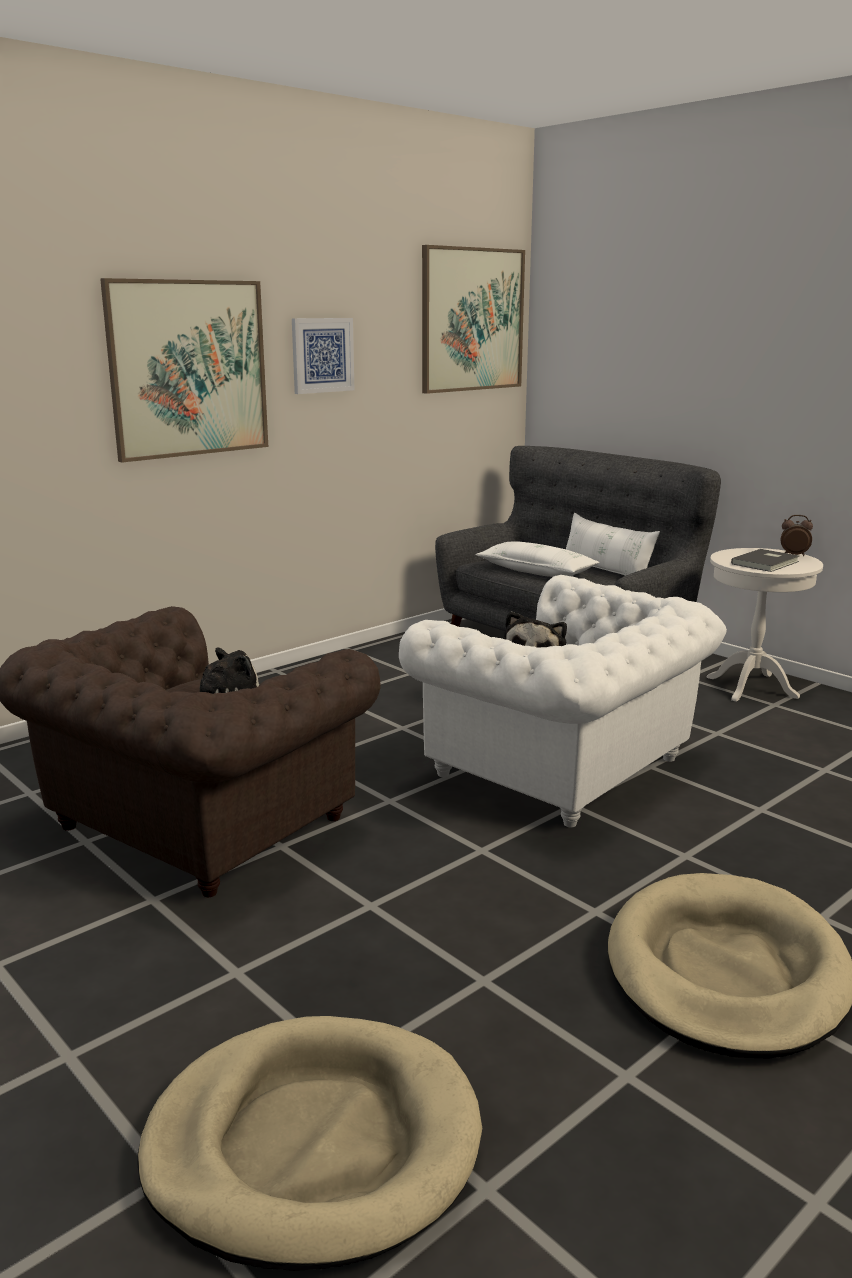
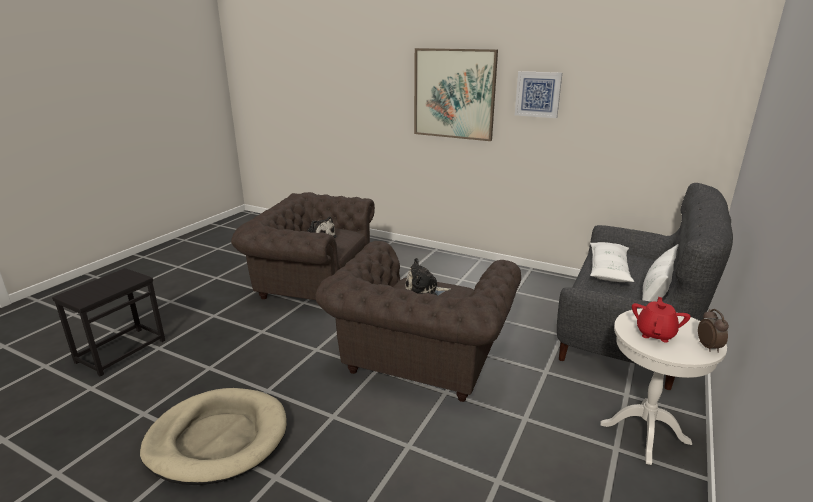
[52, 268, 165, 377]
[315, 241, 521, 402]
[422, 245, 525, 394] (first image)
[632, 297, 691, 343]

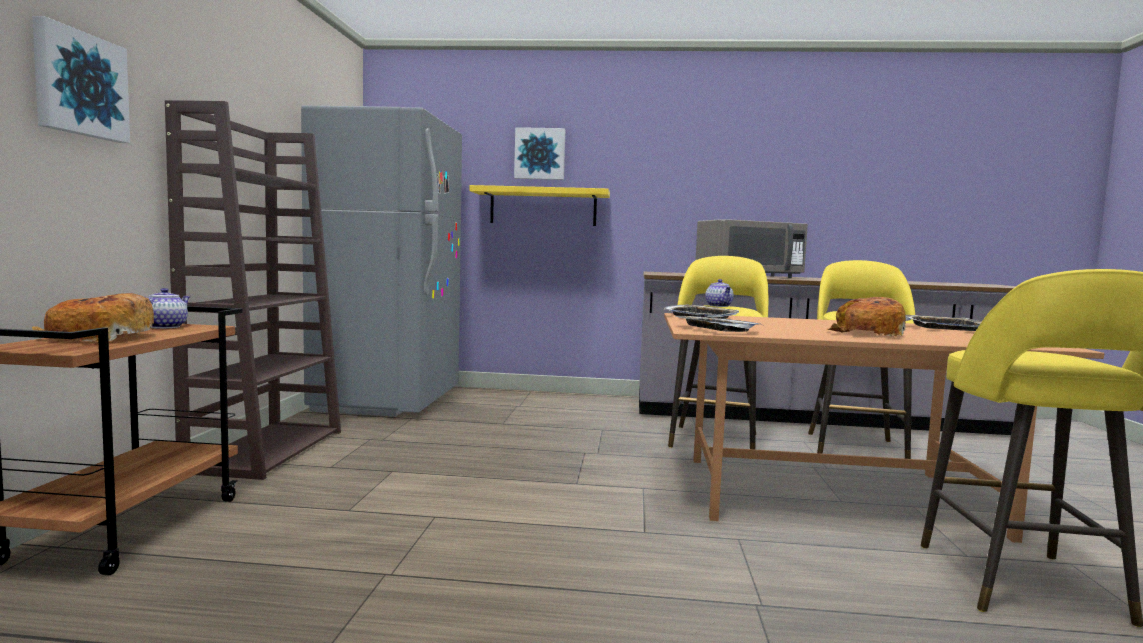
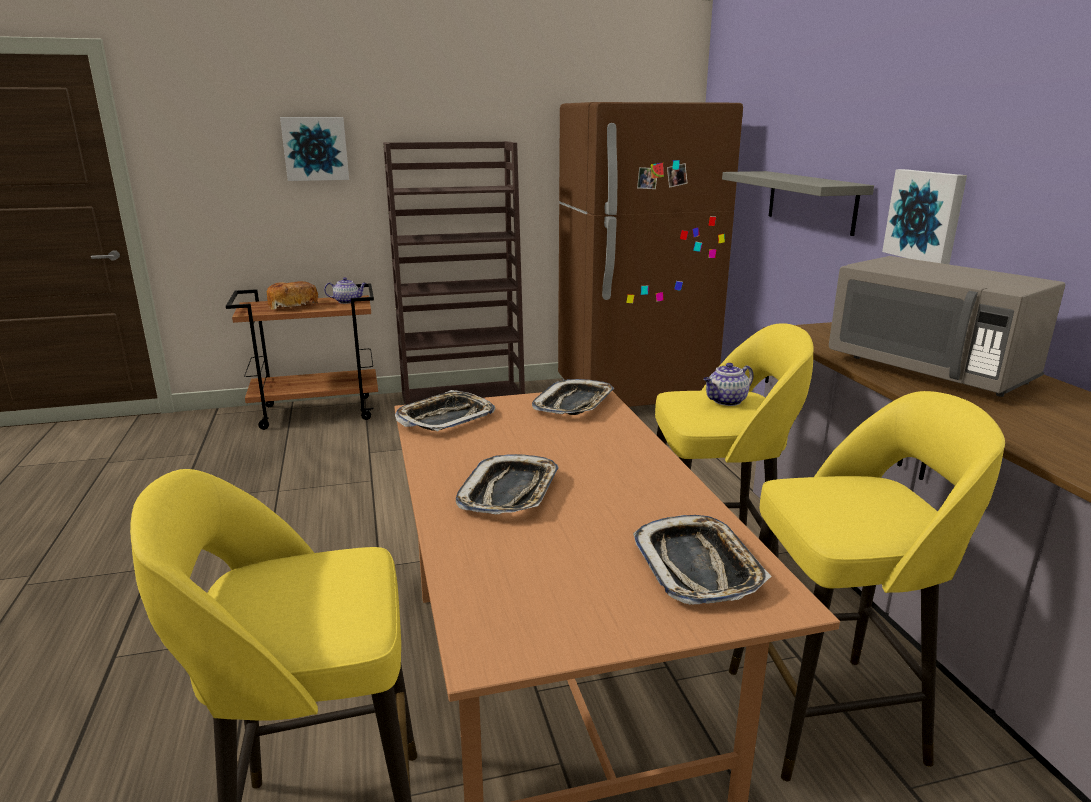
[558, 102, 743, 407]
[722, 171, 874, 236]
[882, 169, 967, 264]
[456, 454, 559, 514]

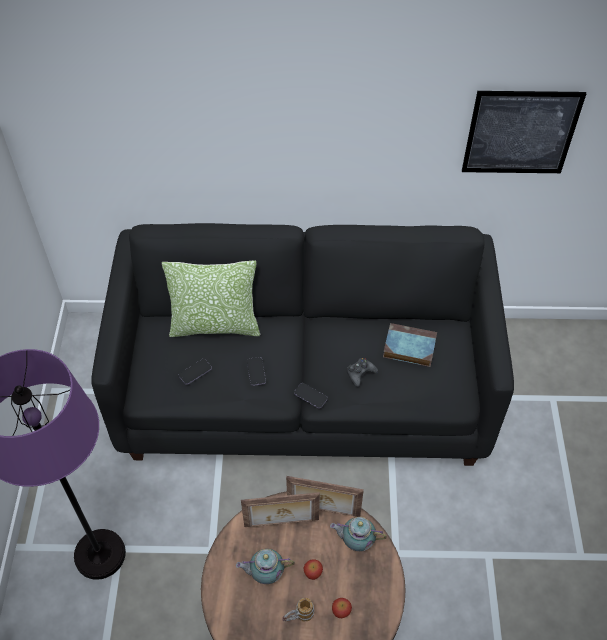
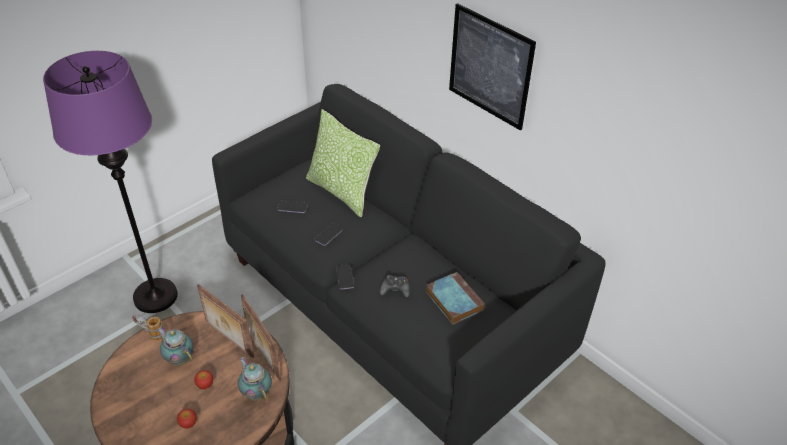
[132, 314, 165, 341]
[449, 3, 536, 131]

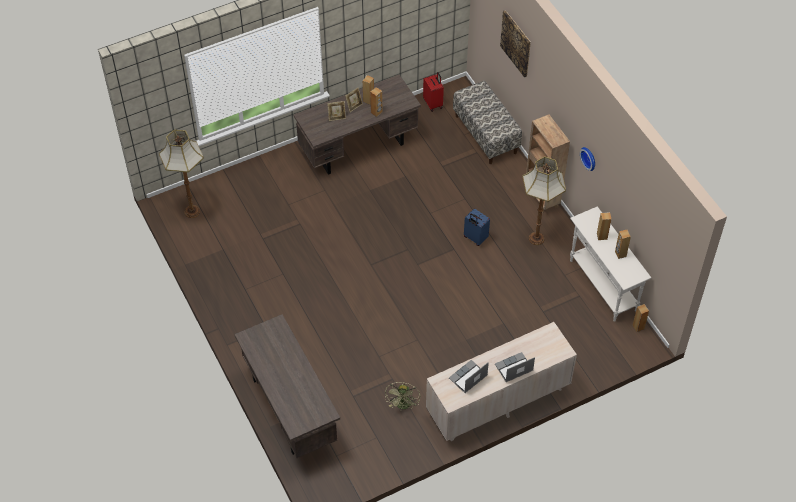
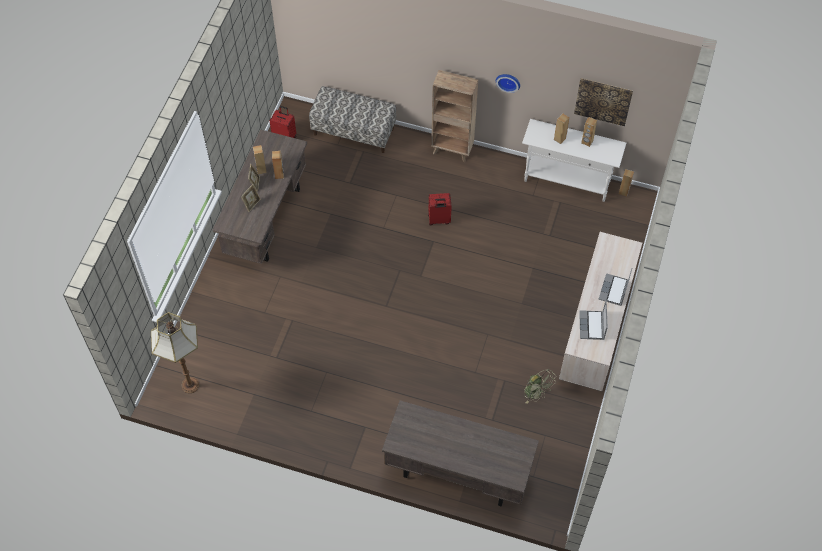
[428, 193, 452, 226]
[574, 78, 633, 126]
[522, 156, 566, 245] (first image)

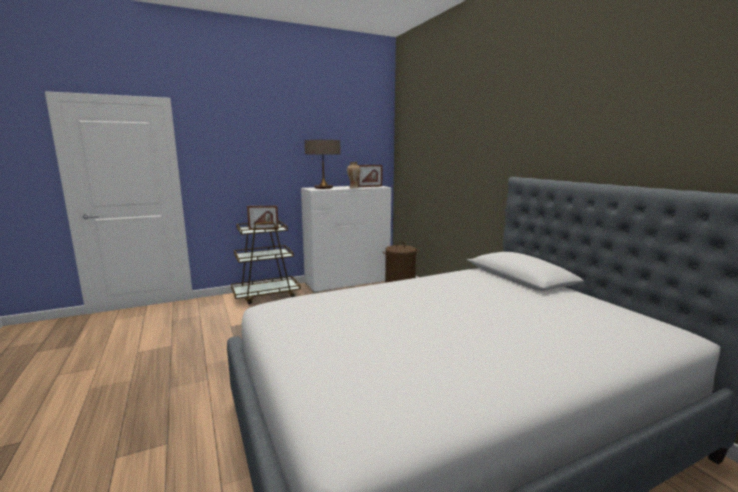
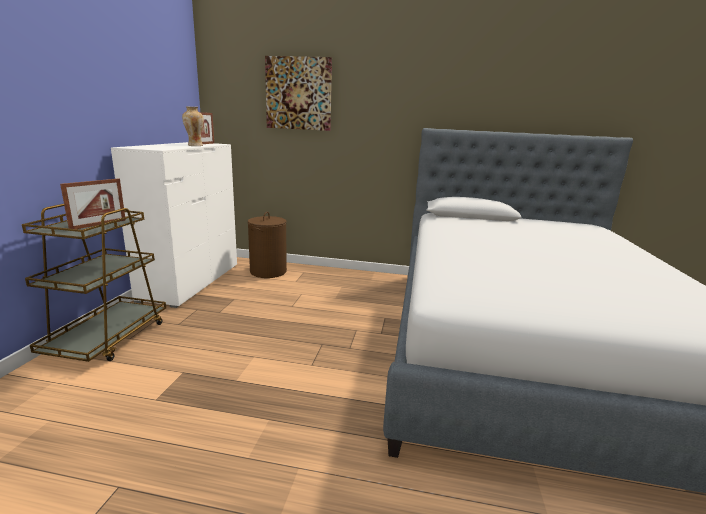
[304, 139, 341, 189] (first image)
[265, 56, 332, 131]

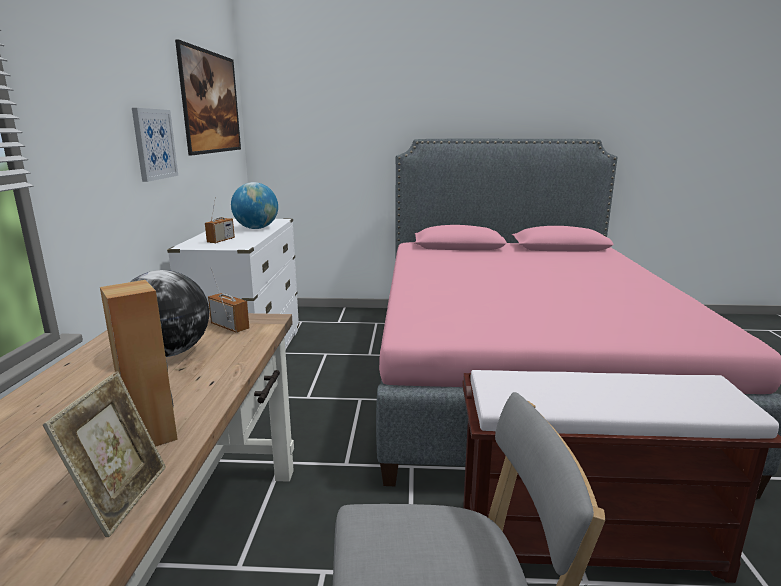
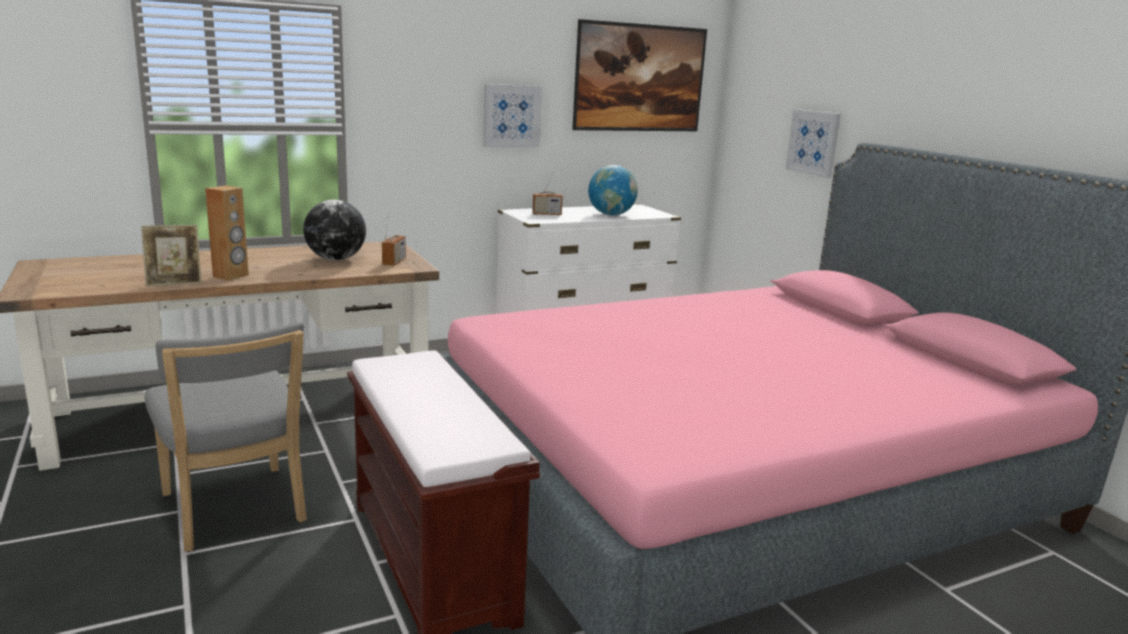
[786, 109, 841, 178]

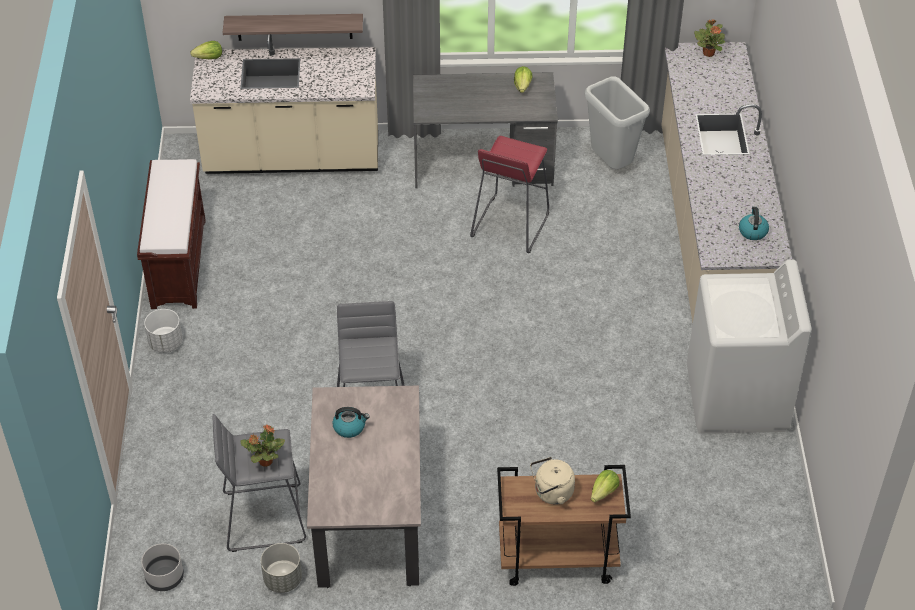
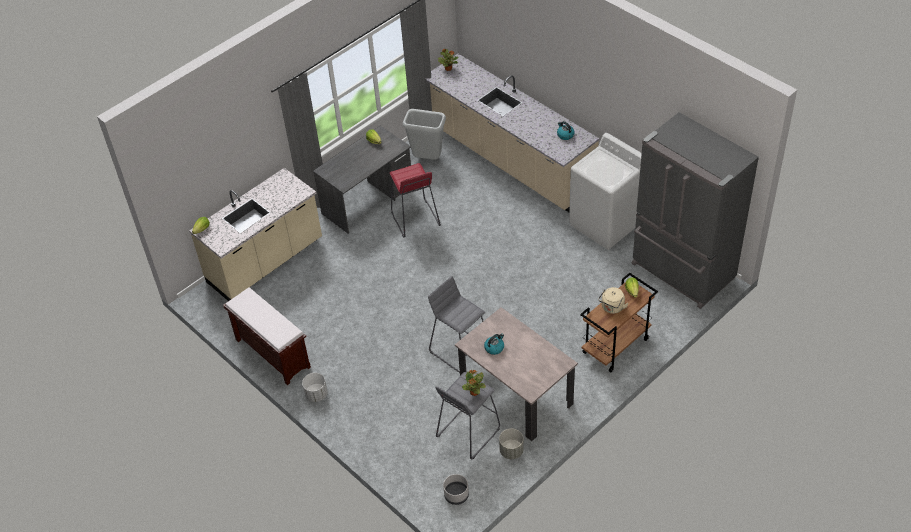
[222, 14, 363, 41] (first image)
[632, 112, 759, 309]

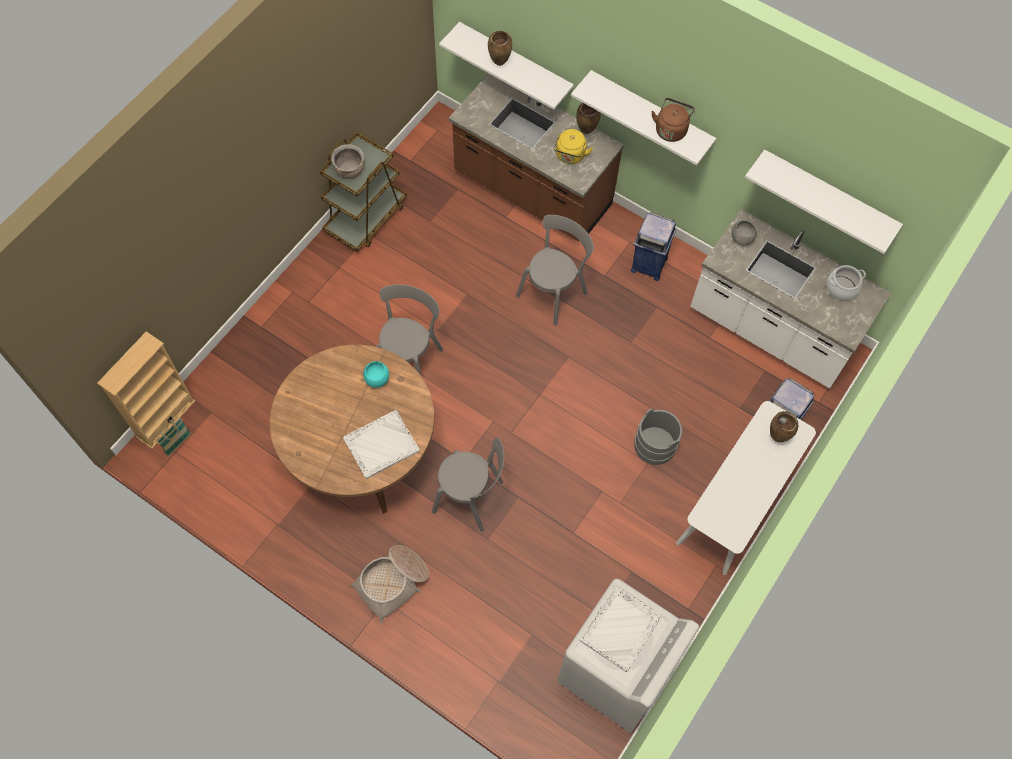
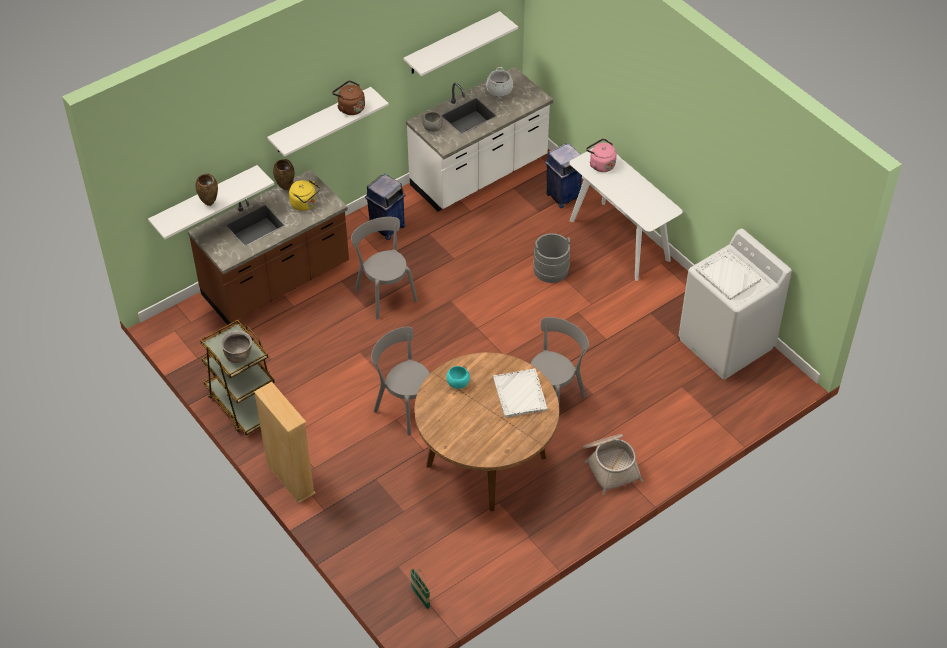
[254, 382, 316, 503]
[586, 138, 616, 172]

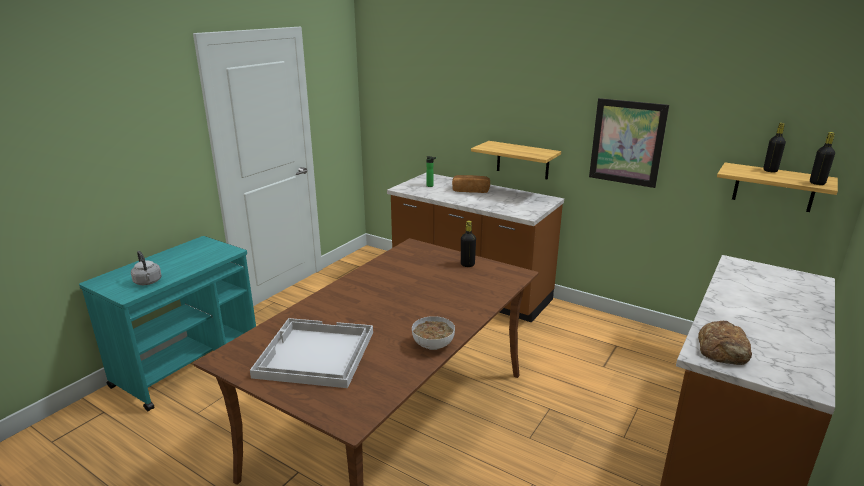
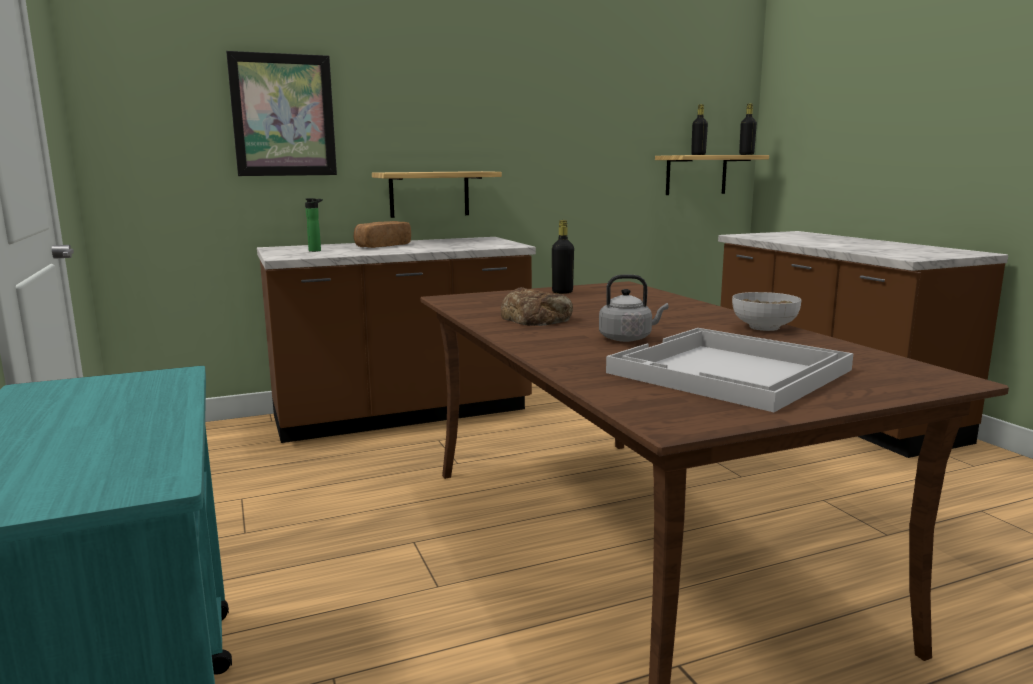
[599, 274, 669, 342]
[226, 51, 337, 176]
[501, 287, 573, 326]

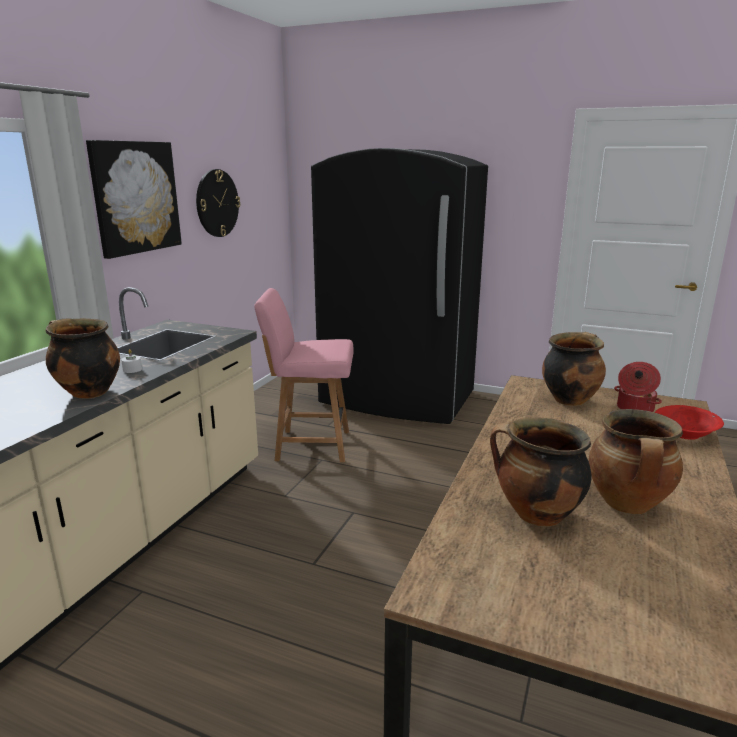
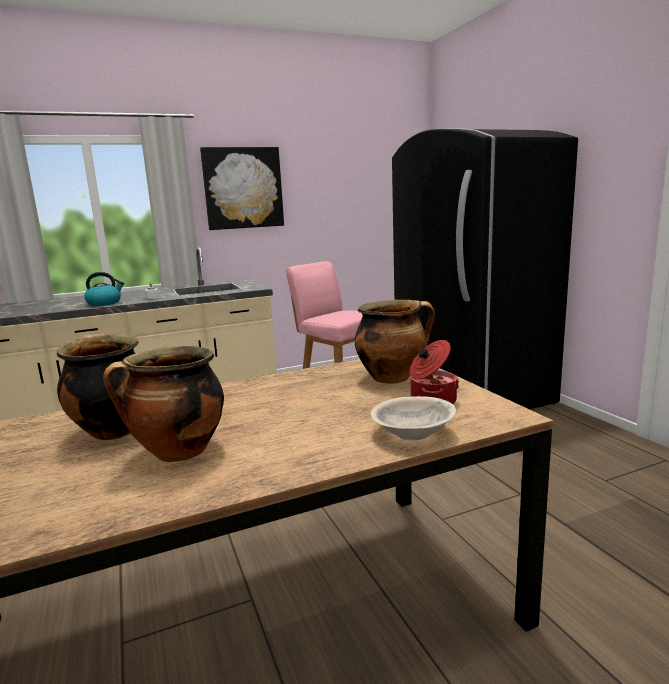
[84, 272, 124, 306]
[196, 169, 240, 237] (first image)
[371, 396, 456, 441]

